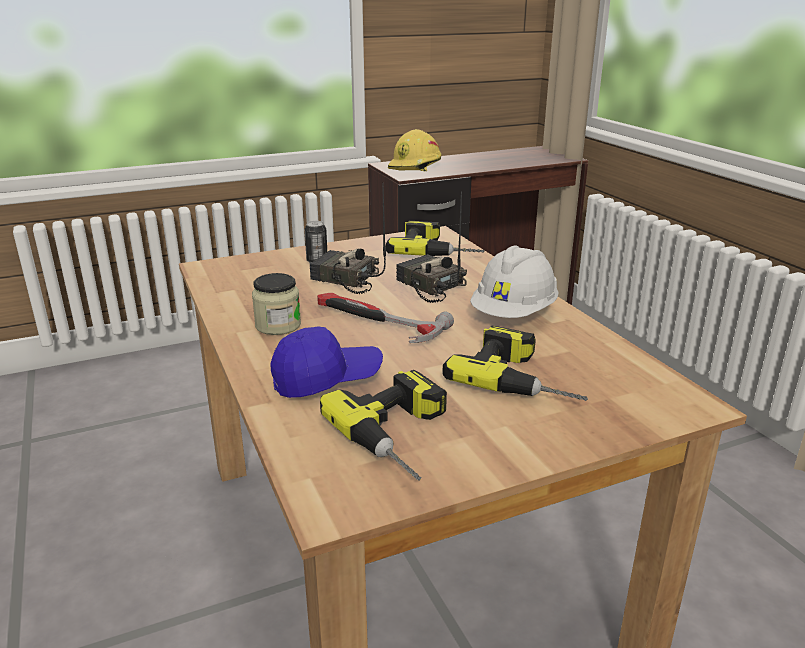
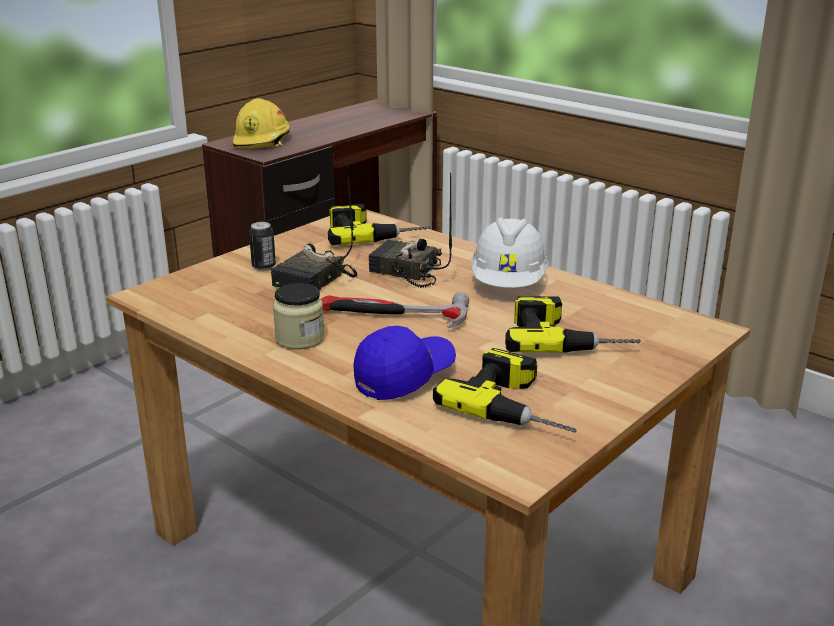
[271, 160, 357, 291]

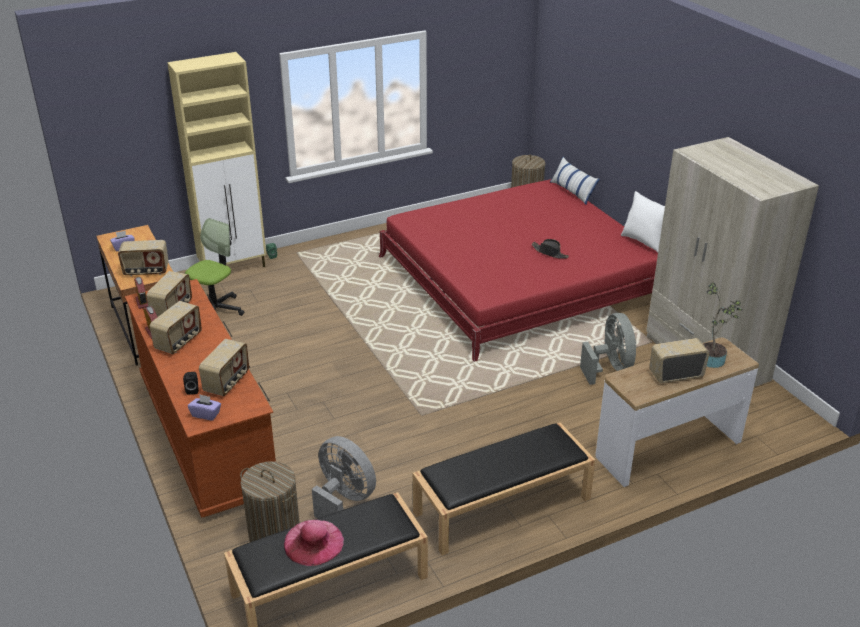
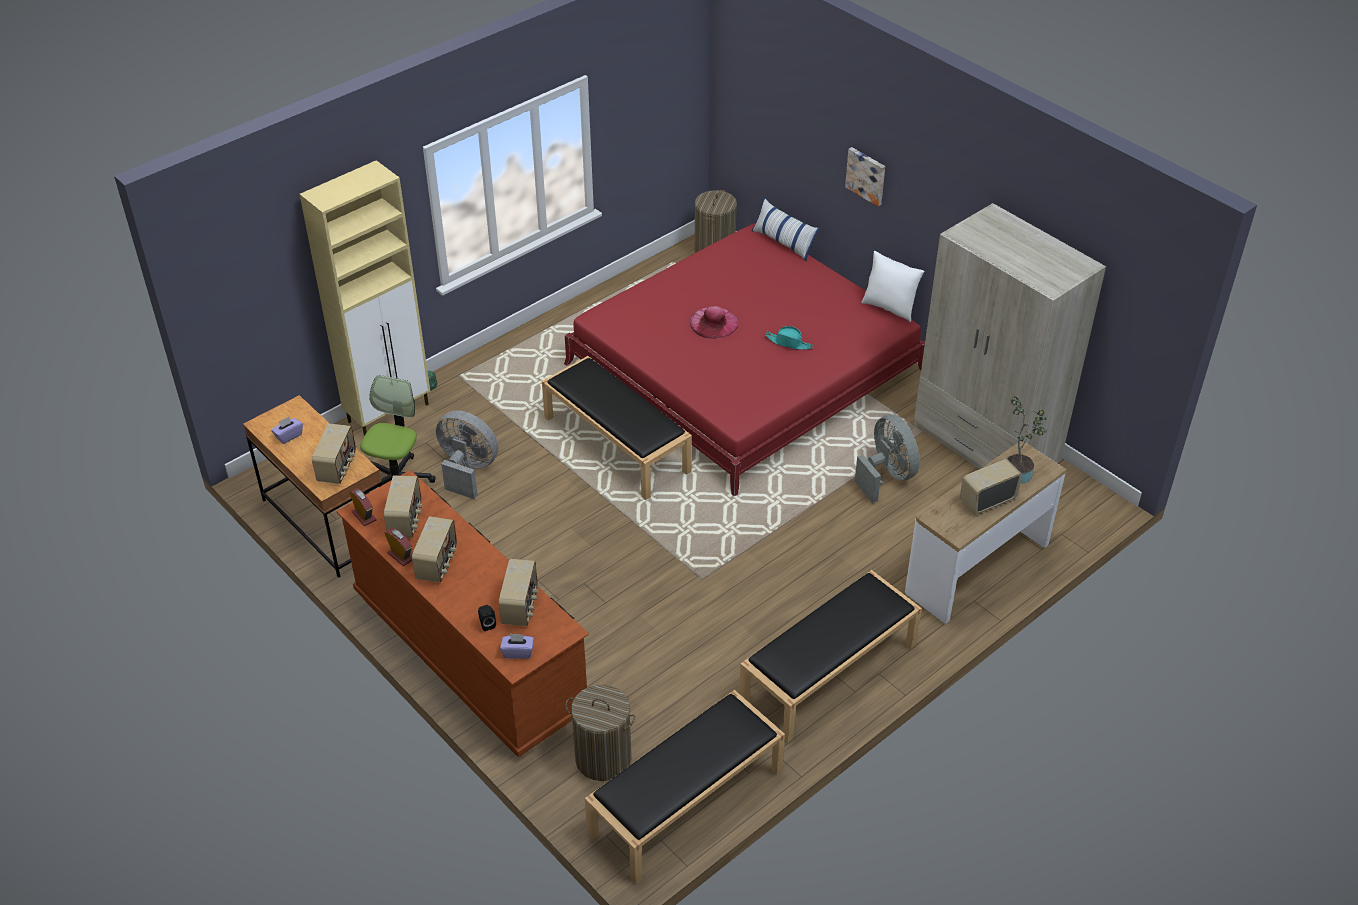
[312, 423, 356, 484]
[689, 306, 738, 339]
[436, 410, 498, 499]
[765, 326, 813, 350]
[542, 356, 692, 500]
[845, 147, 885, 207]

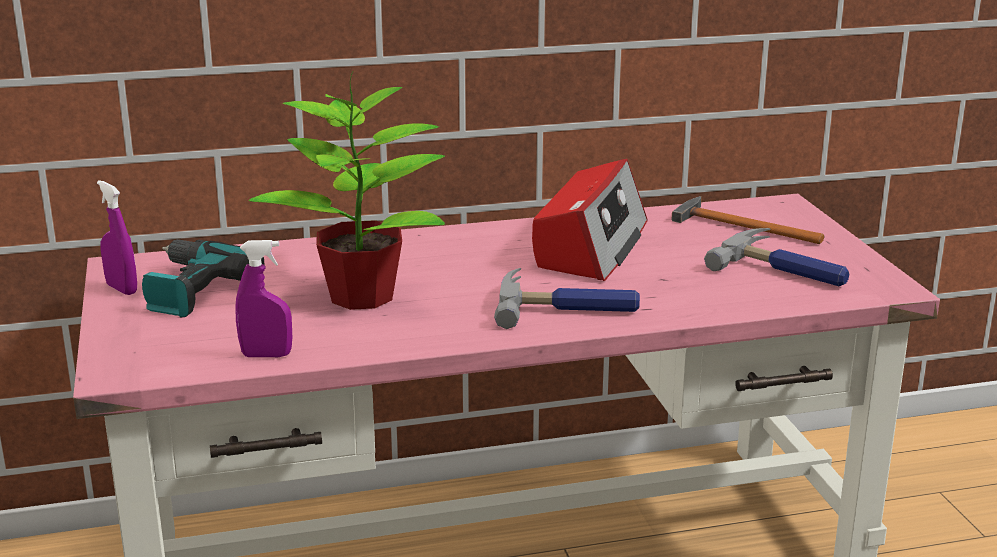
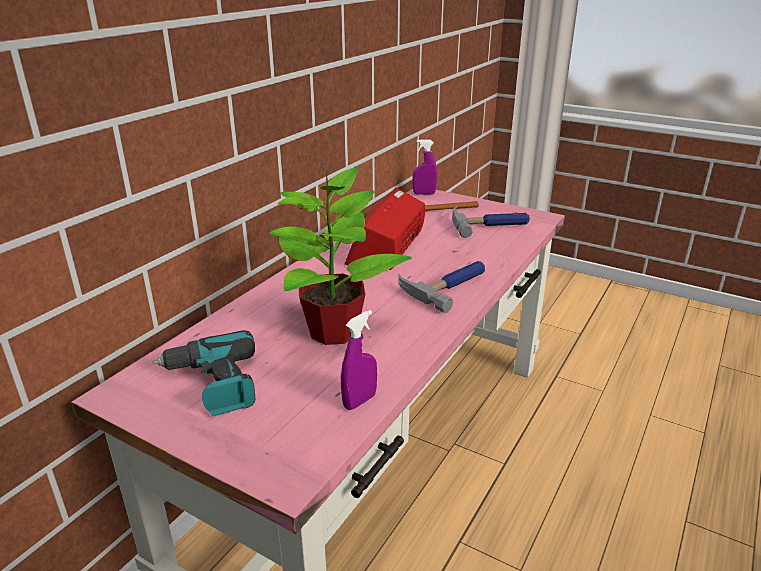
[412, 139, 437, 195]
[344, 188, 425, 270]

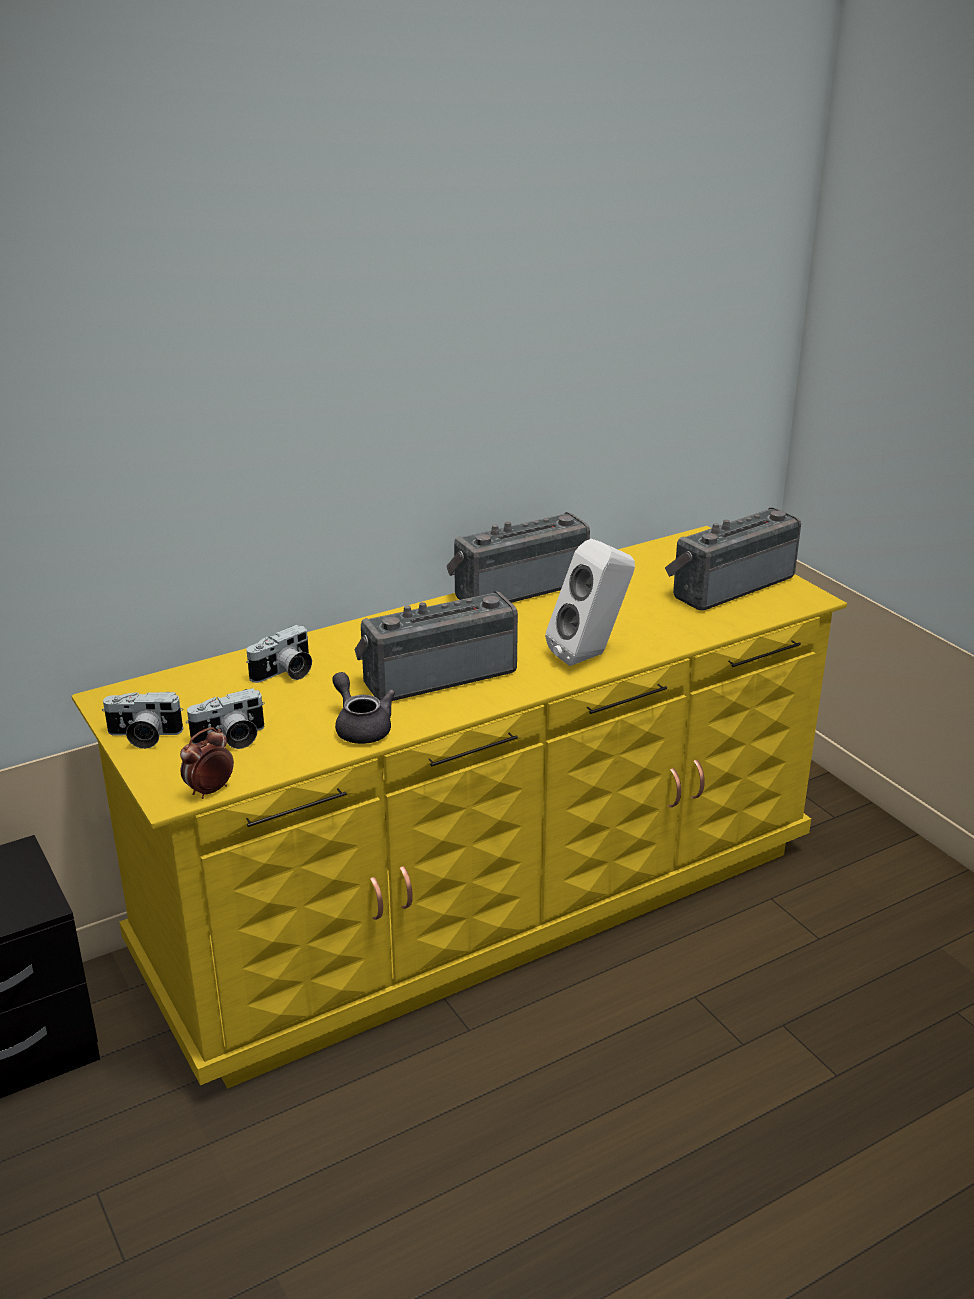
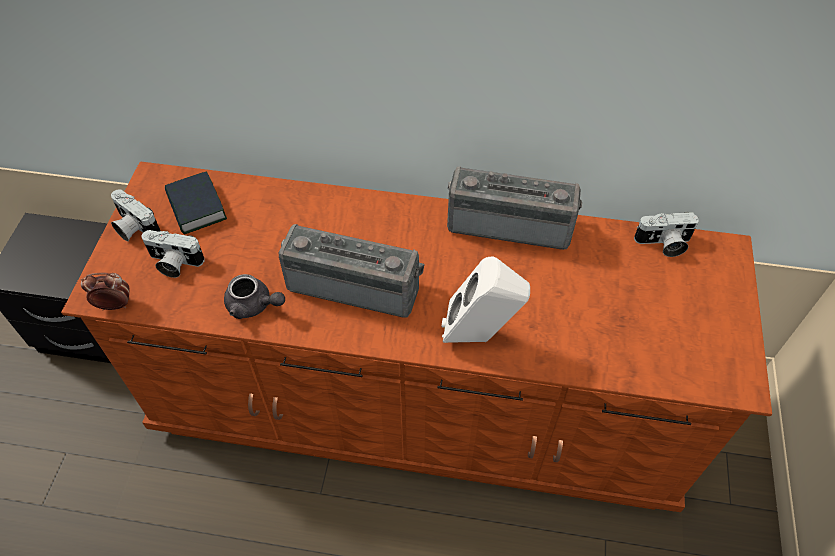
[61, 162, 772, 512]
[634, 212, 699, 257]
[224, 274, 285, 319]
[665, 508, 801, 610] (first image)
[165, 172, 227, 234]

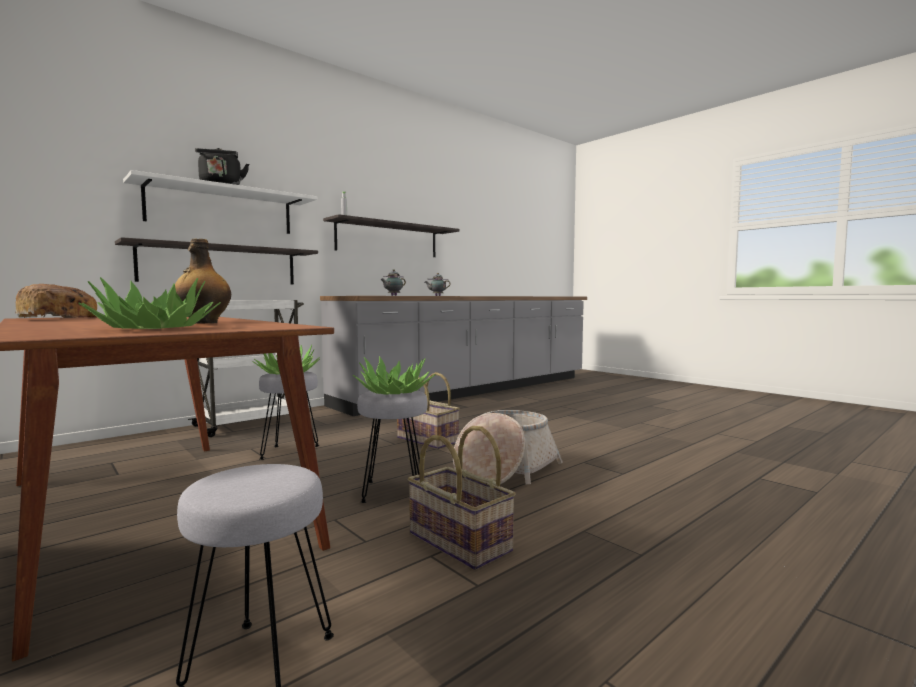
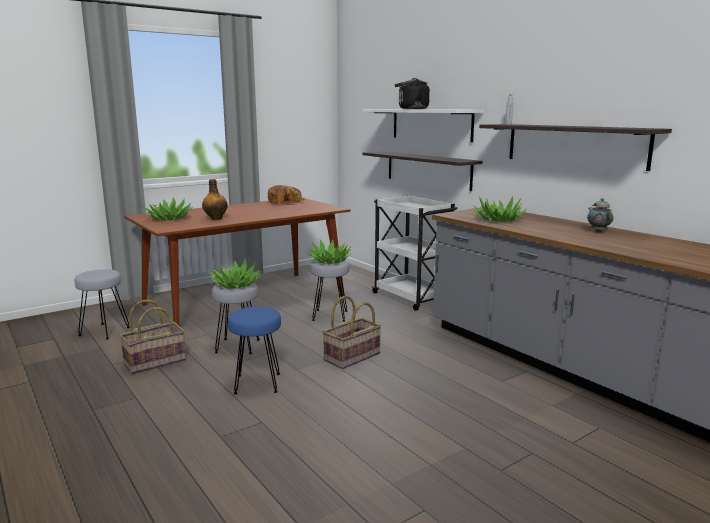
[472, 196, 527, 222]
[228, 307, 281, 395]

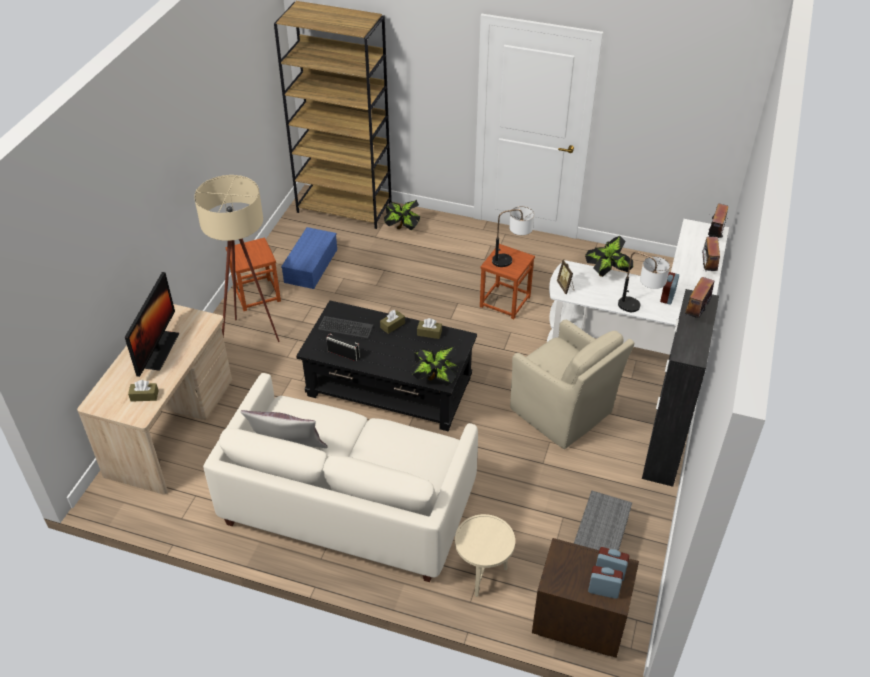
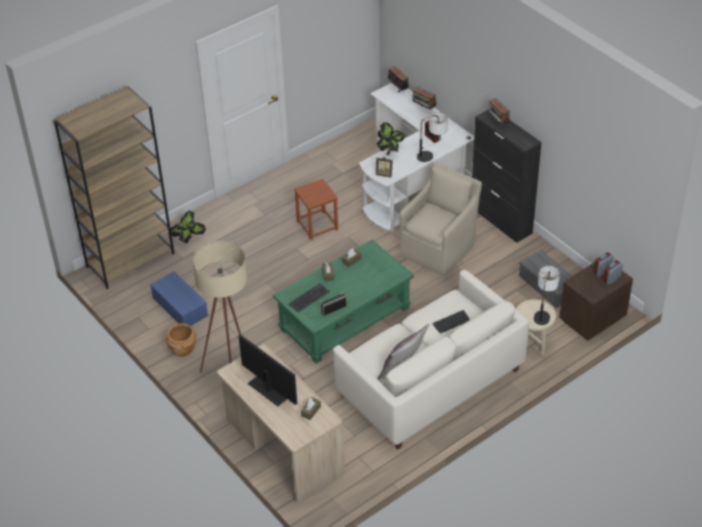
[166, 323, 196, 357]
[273, 240, 414, 364]
[412, 347, 459, 386] (first image)
[534, 266, 560, 325]
[399, 162, 482, 276]
[433, 310, 470, 334]

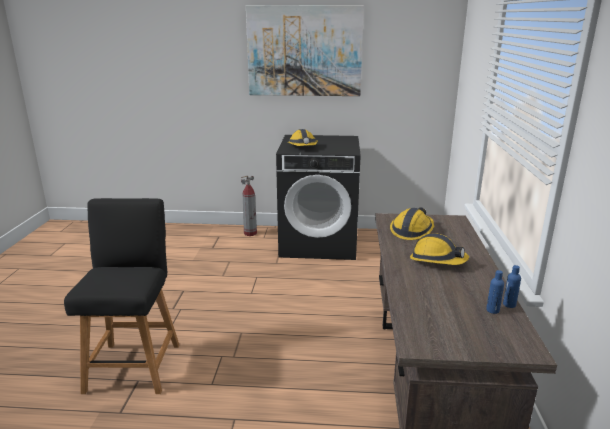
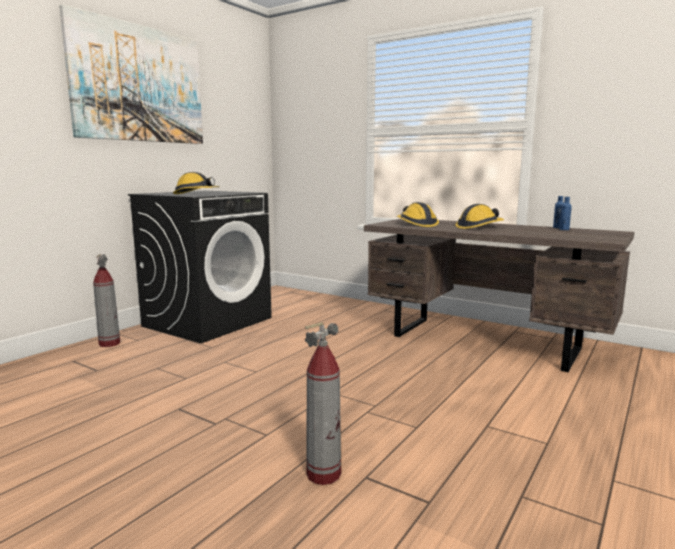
[305, 322, 341, 485]

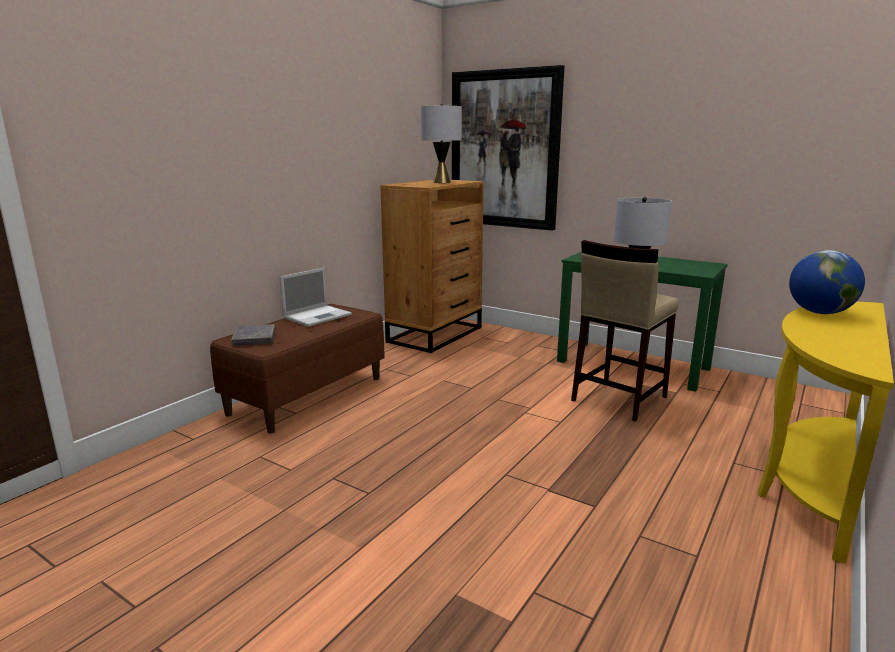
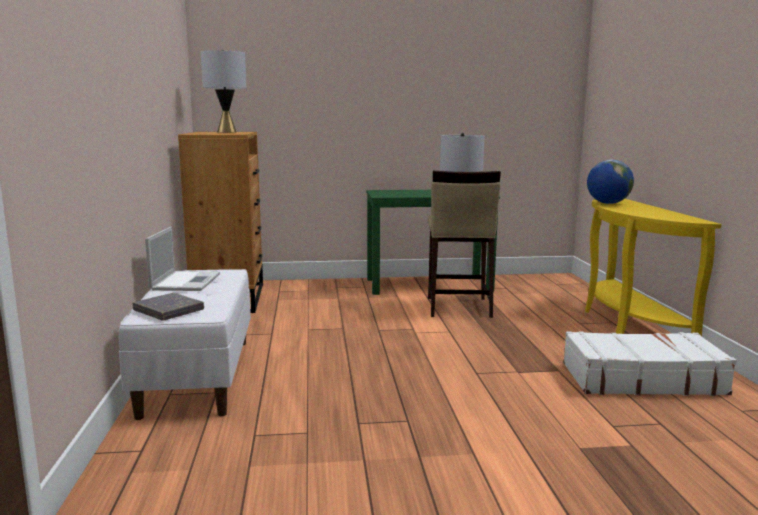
[119, 269, 251, 420]
[452, 65, 565, 231] (first image)
[564, 331, 737, 396]

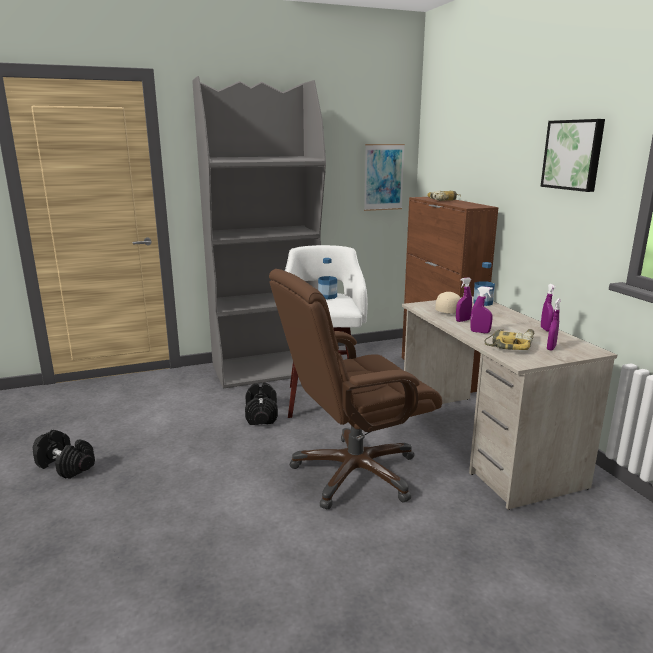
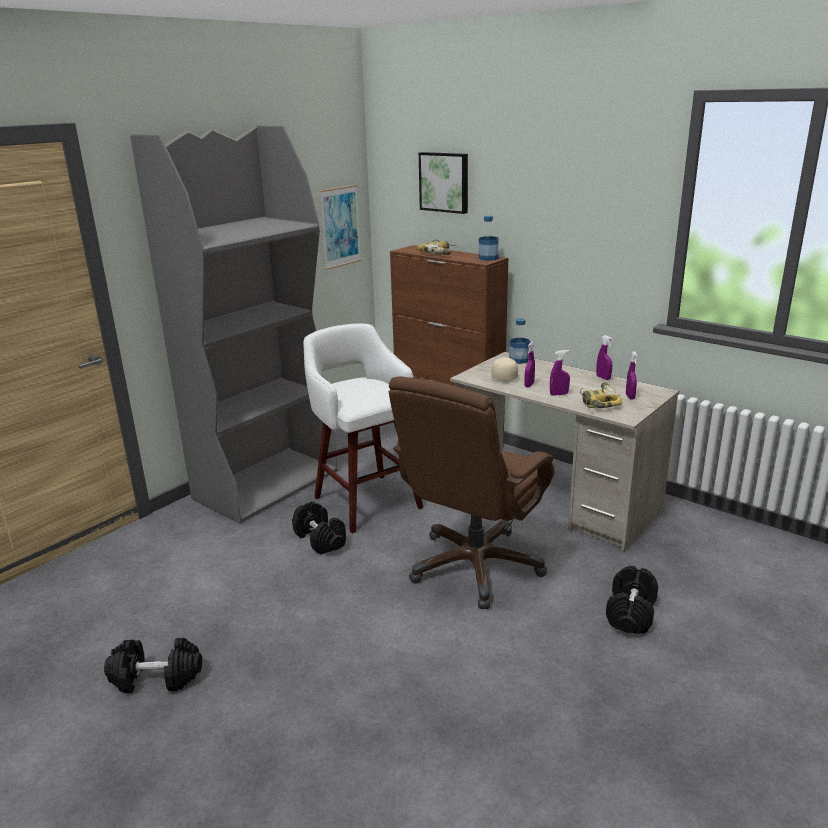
[479, 216, 499, 261]
[419, 152, 468, 214]
[606, 566, 658, 634]

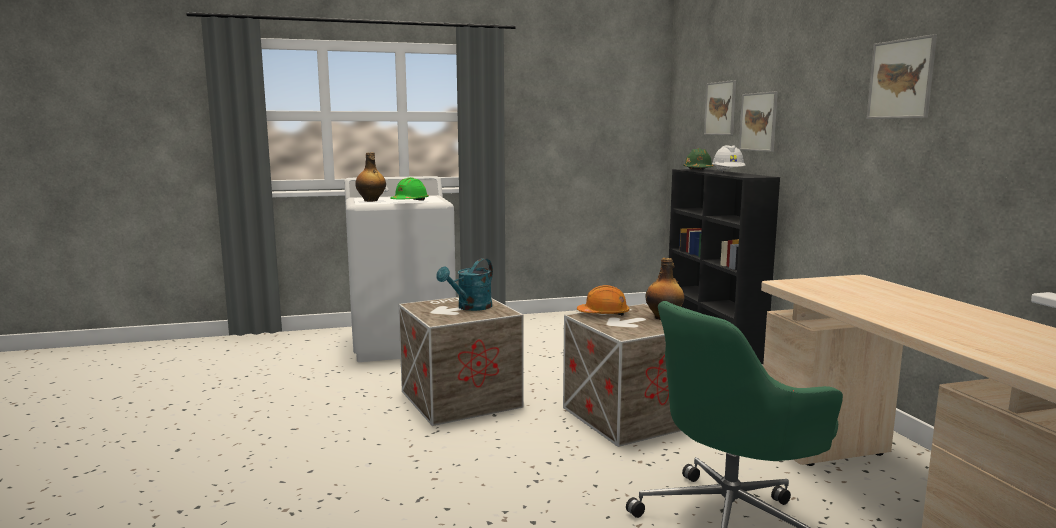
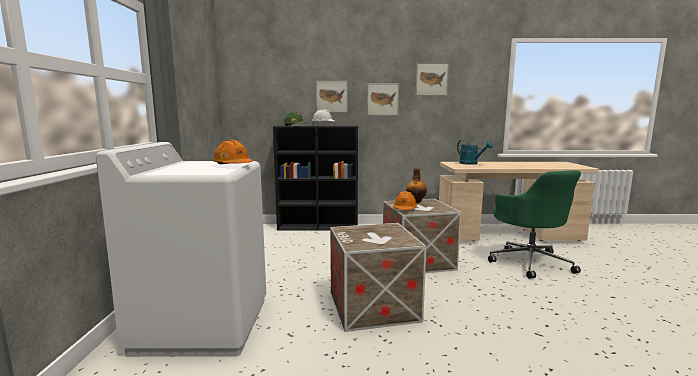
[355, 152, 386, 202] (first image)
[213, 140, 253, 164]
[457, 140, 493, 165]
[367, 83, 399, 116]

